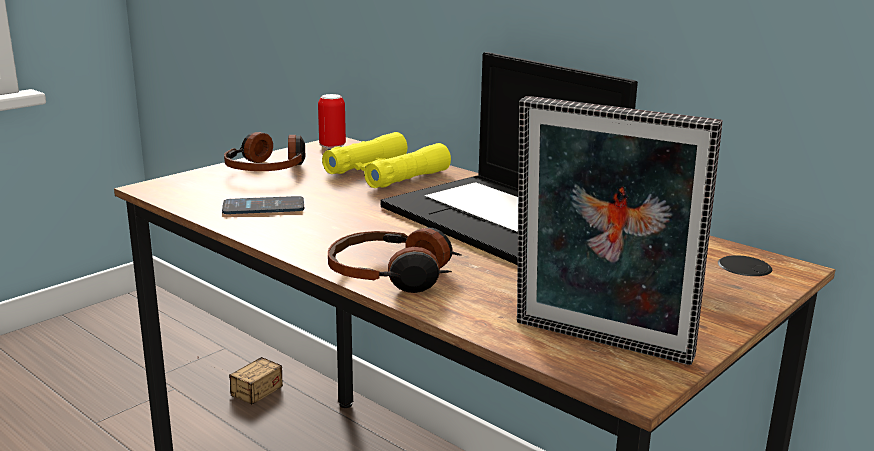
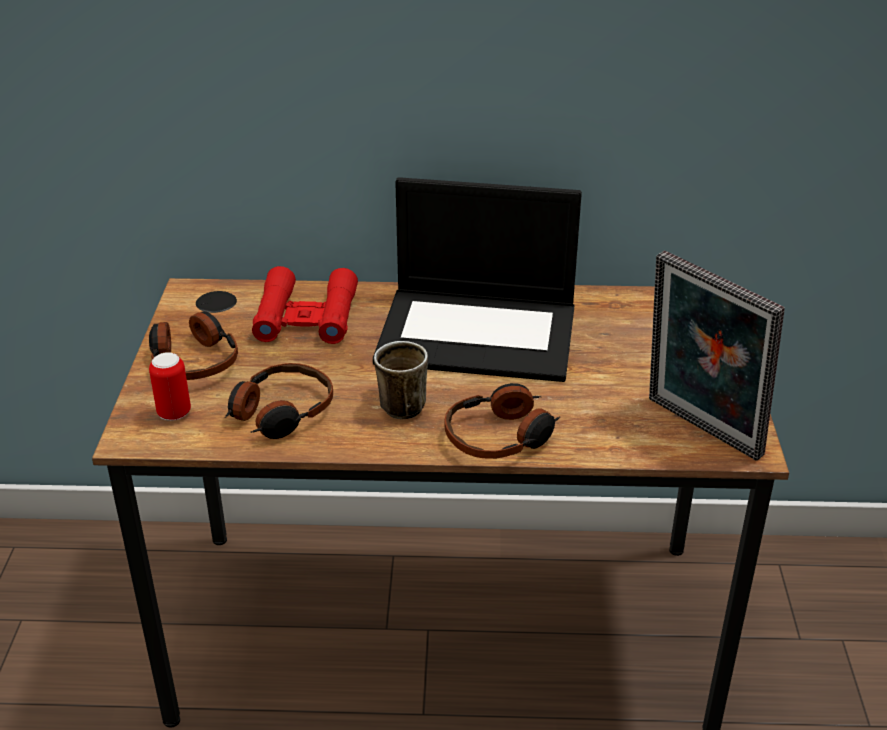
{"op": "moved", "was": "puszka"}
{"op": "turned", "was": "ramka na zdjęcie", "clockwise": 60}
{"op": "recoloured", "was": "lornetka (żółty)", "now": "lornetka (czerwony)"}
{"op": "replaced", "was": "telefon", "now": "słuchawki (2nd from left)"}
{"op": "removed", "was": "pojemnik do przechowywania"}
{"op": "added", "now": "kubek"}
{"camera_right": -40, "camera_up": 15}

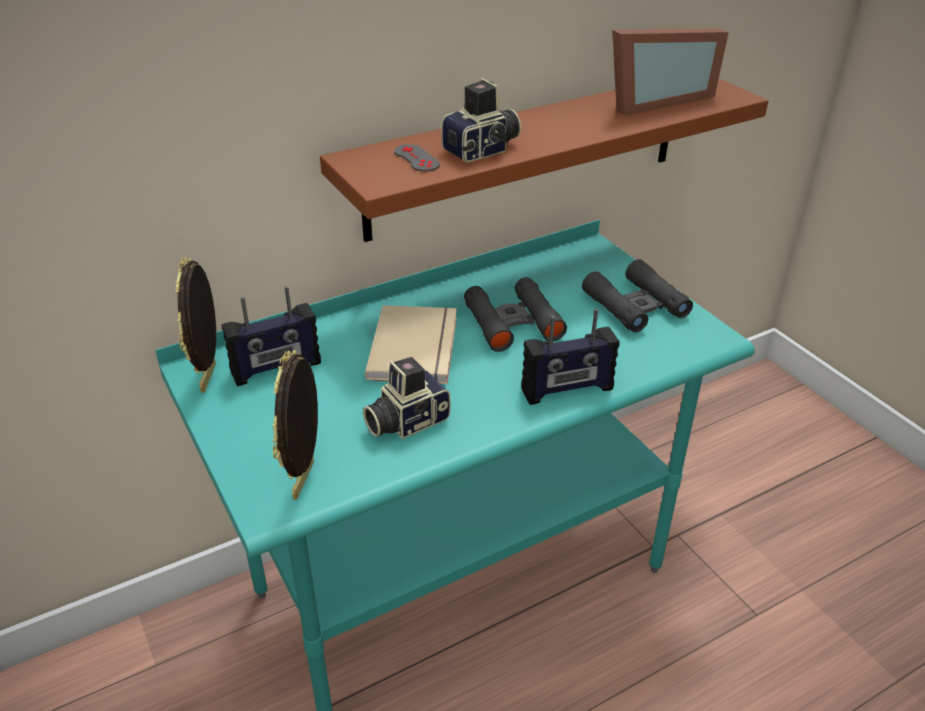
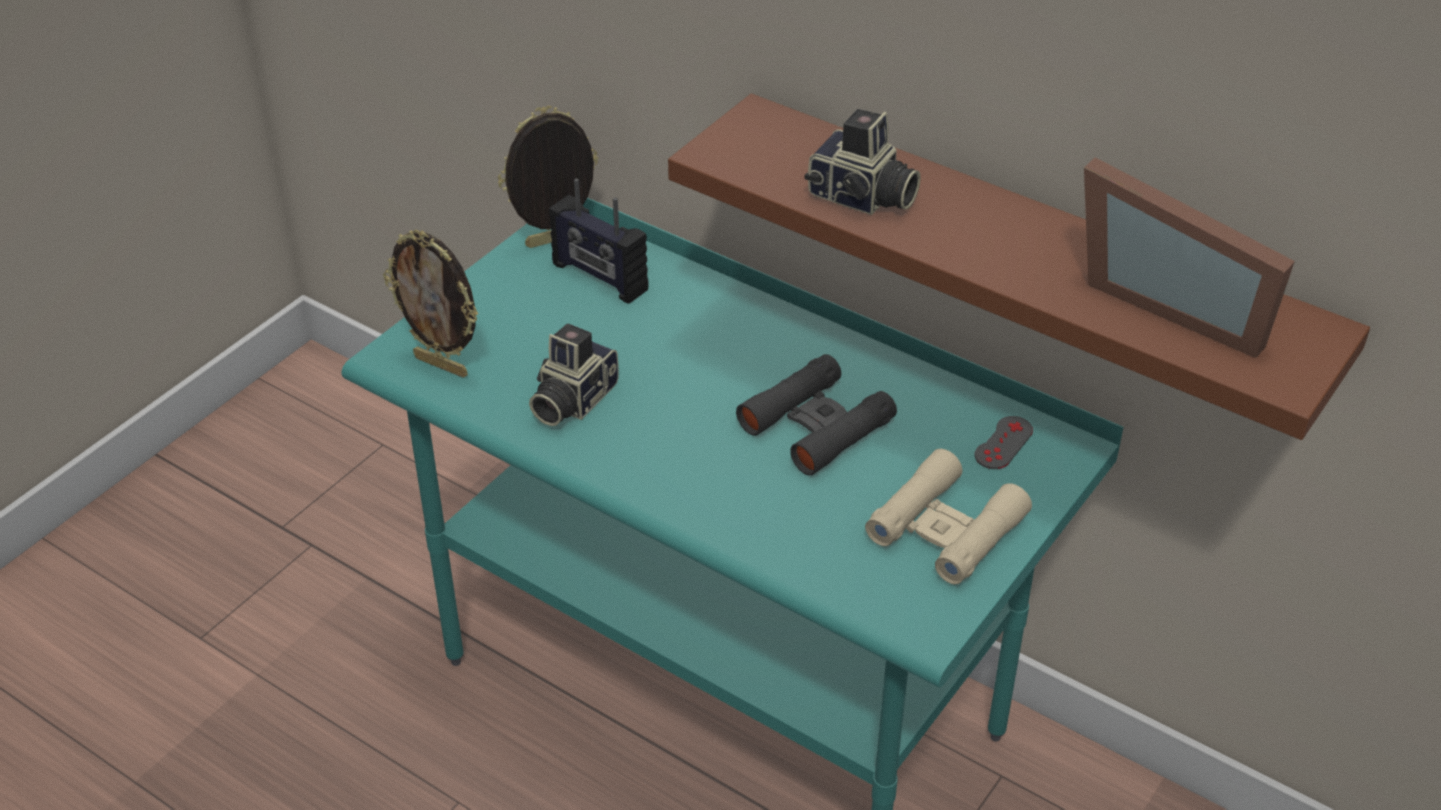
{"op": "moved", "was": "pad do gier (szary)"}
{"op": "recoloured", "was": "lornetka (czarny) (2nd from left)", "now": "lornetka (beżowy)"}
{"op": "removed", "was": "książka (beżowy)"}
{"op": "removed", "was": "radio (2nd from left)"}
{"op": "turned", "was": "ramka na zdjęcie (2nd from left in the first image)", "clockwise": -135}
{"op": "turned", "was": "aparat fotograficzny (1st from left)", "clockwise": -90}
{"camera_right": 65, "camera_up": 5}

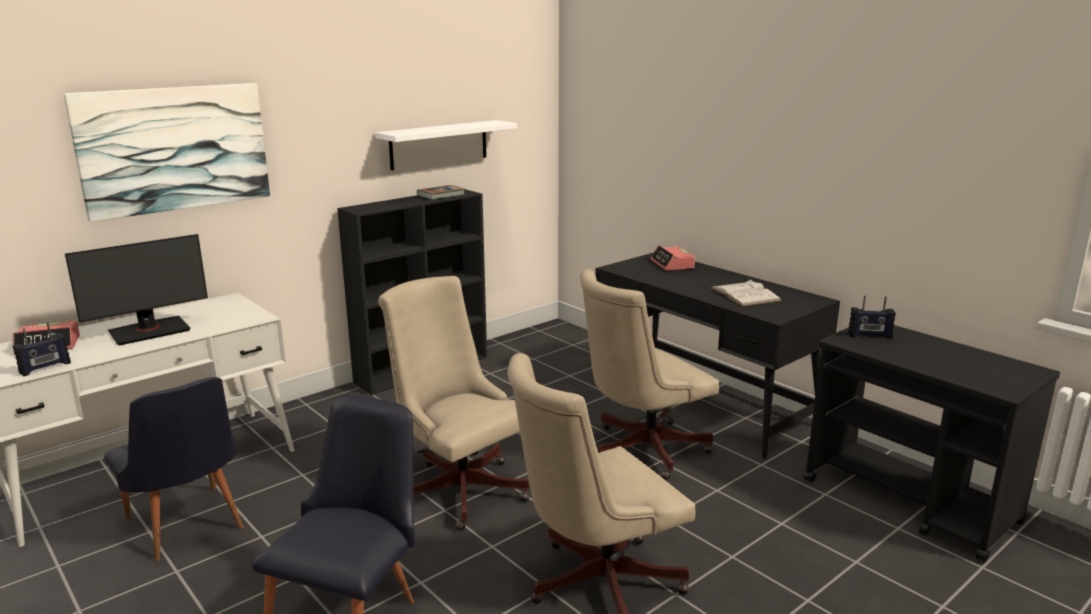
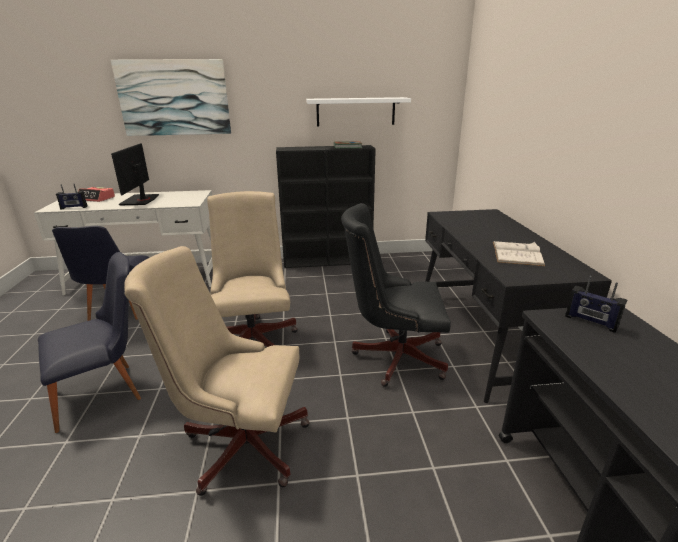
{"op": "turned", "was": "monitor", "clockwise": 90}
{"op": "removed", "was": "budzik (2nd from left)"}
{"op": "recoloured", "was": "krzesło biurowe (beżowy) (3rd from left)", "now": "krzesło biurowe (czarny)"}
{"camera_right": 35, "camera_up": 5}

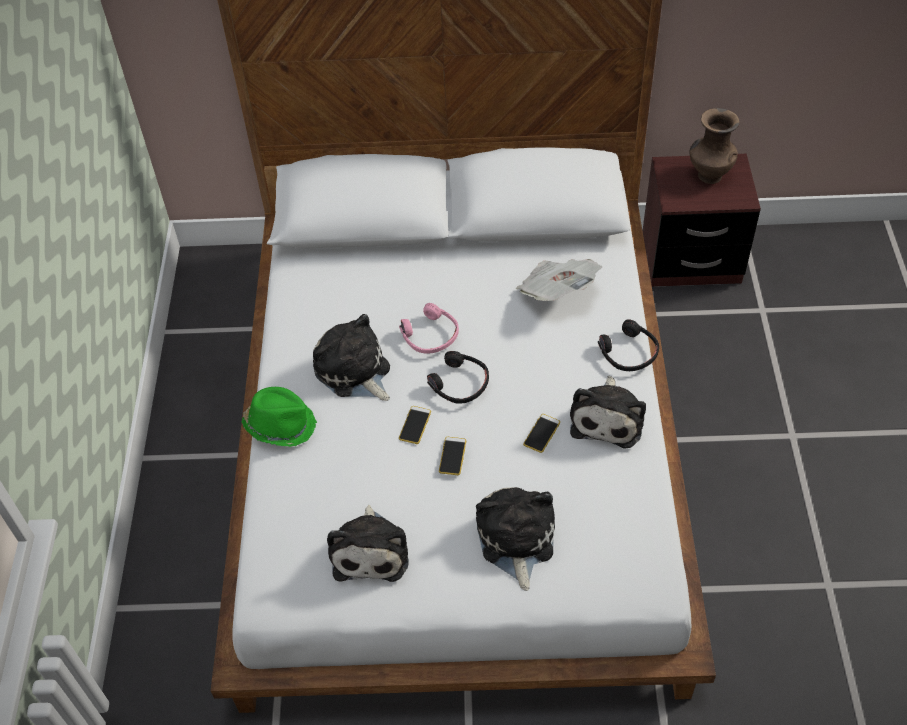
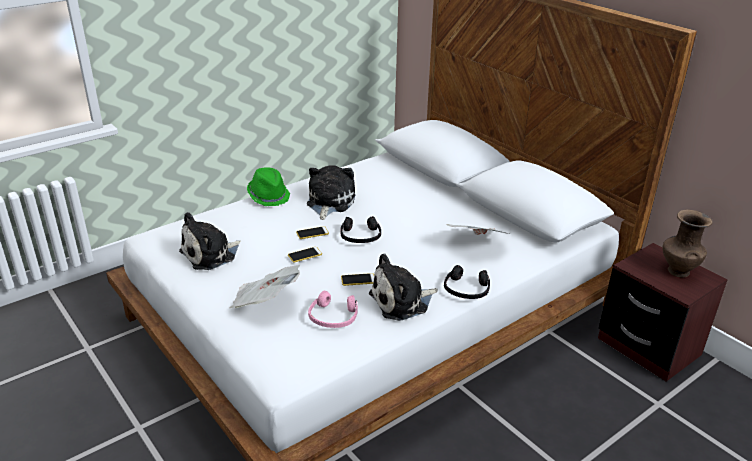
{"op": "moved", "was": "słuchawki (różowy)"}
{"op": "replaced", "was": "pluszak (3rd from left)", "now": "gazeta (1st from left)"}
{"camera_right": 50, "camera_up": -20}

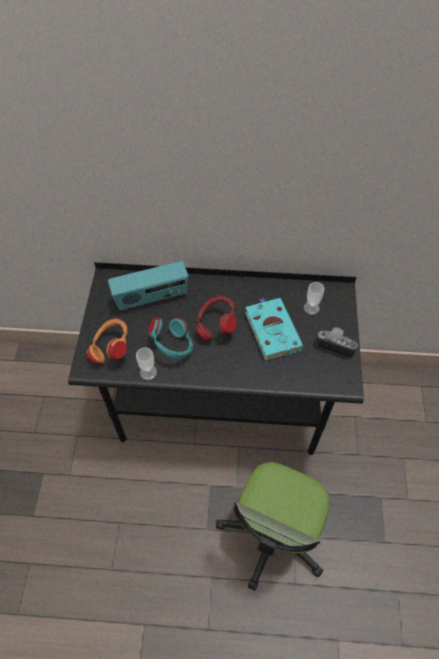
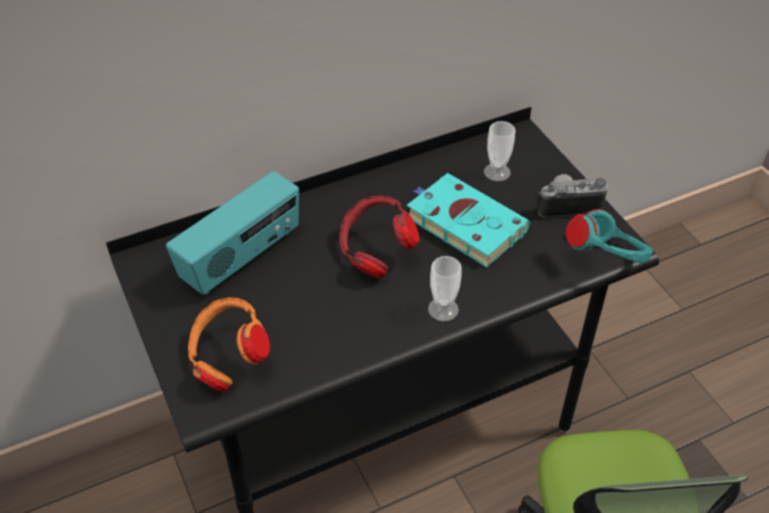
{"op": "moved", "was": "słuchawki (turkusowy)"}
{"op": "moved", "was": "filiżanka (1st from left)"}
{"camera_right": -30, "camera_up": -10}

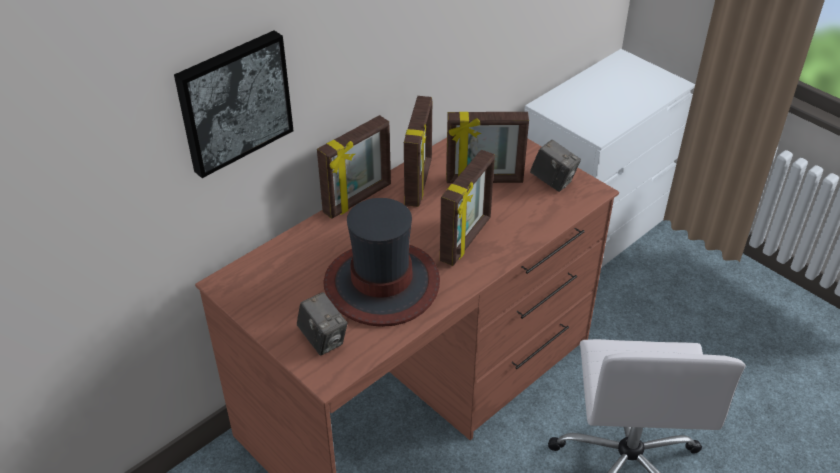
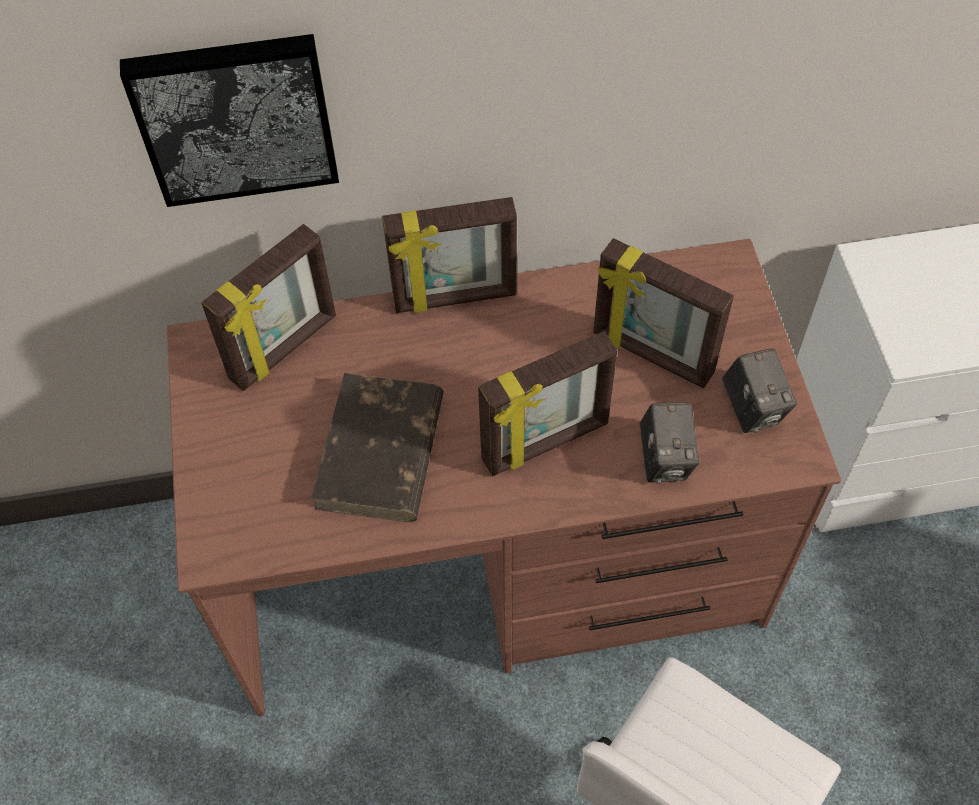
{"op": "moved", "was": "ramka na zdjęcie (2nd from left in the first image)", "now": "ramka na zdjęcie (1st from left)"}
{"op": "replaced", "was": "kapelusz", "now": "książka (brązowy)"}
{"op": "moved", "was": "aparat fotograficzny (1st from left)"}
{"camera_right": 35, "camera_up": 15}

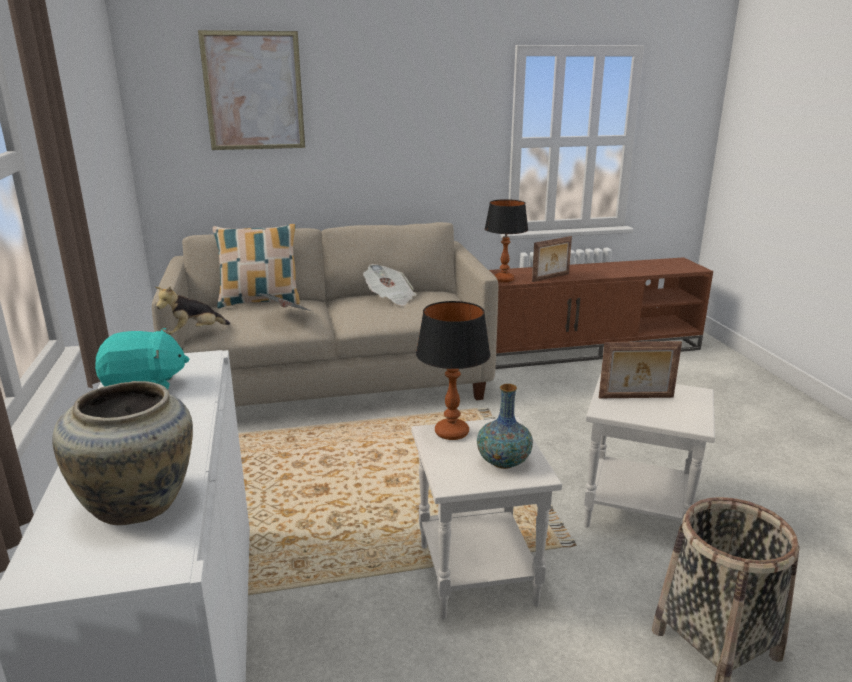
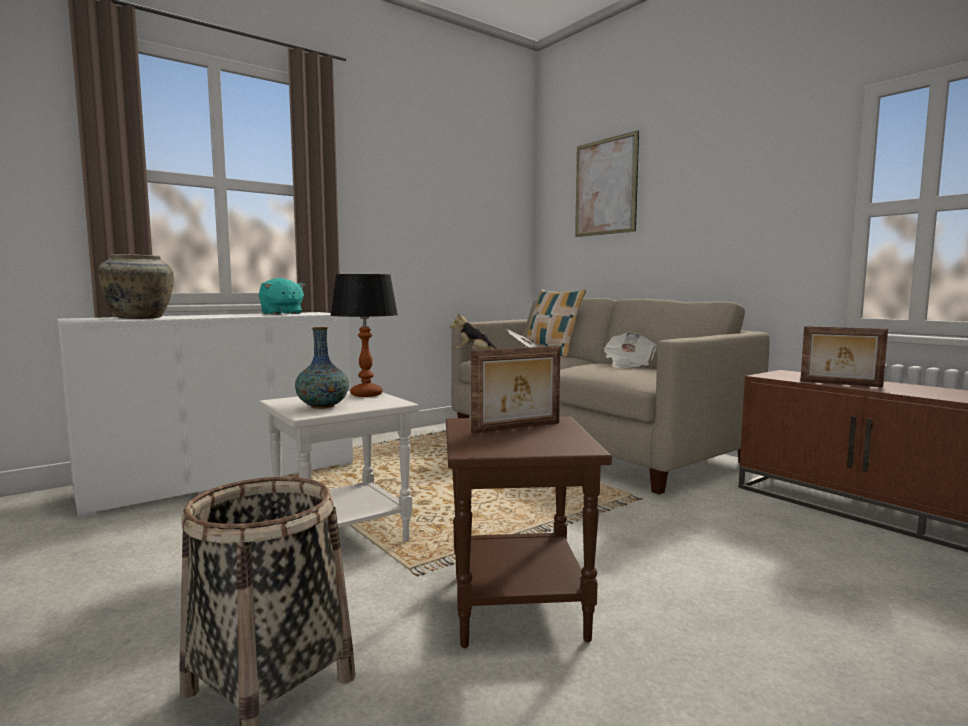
{"op": "removed", "was": "lampa stołowa (2nd from left)"}
{"op": "turned", "was": "ramka na zdjęcie (2nd from left in the first image)", "clockwise": -90}
{"op": "recoloured", "was": "stolik (biały) (2nd from left)", "now": "stolik (brązowy)"}
{"camera_right": 65, "camera_up": -15}

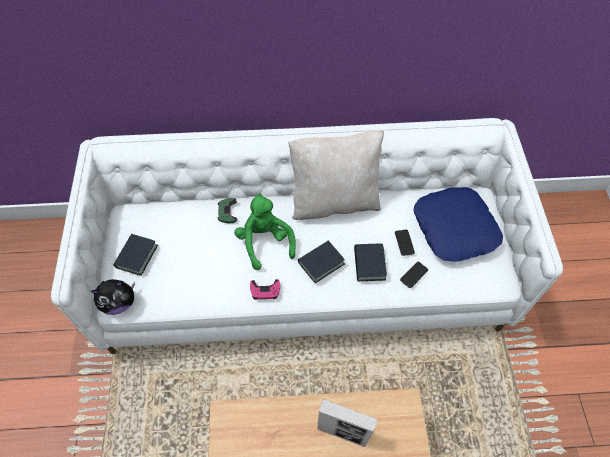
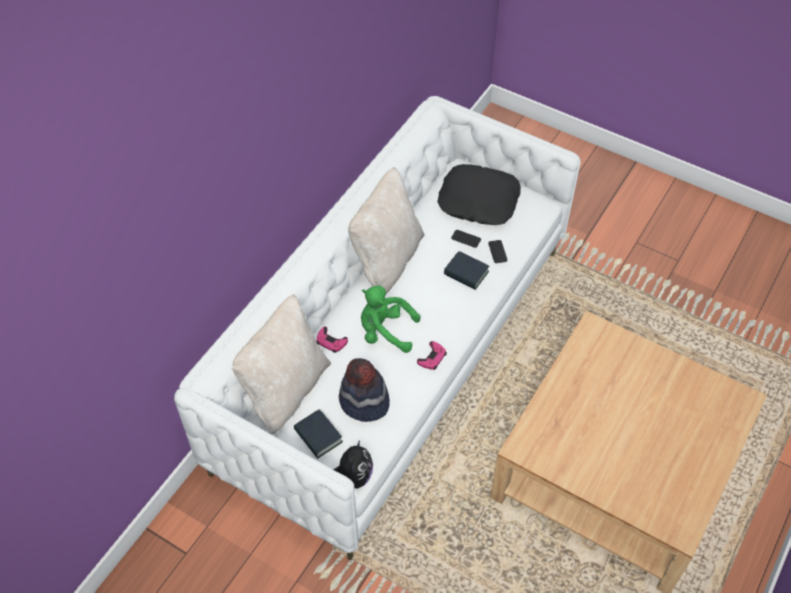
{"op": "recoloured", "was": "poduszka (niebieski)", "now": "poduszka (czarny)"}
{"op": "recoloured", "was": "pad do gier (zielony)", "now": "pad do gier (różowy) (1st from left)"}
{"op": "removed", "was": "książka (2nd from left)"}
{"op": "removed", "was": "ramka na zdjęcie"}
{"op": "added", "now": "poduszka (beżowy) (1st from left)"}
{"op": "added", "now": "kapelusz"}
{"camera_right": -55, "camera_up": -5}

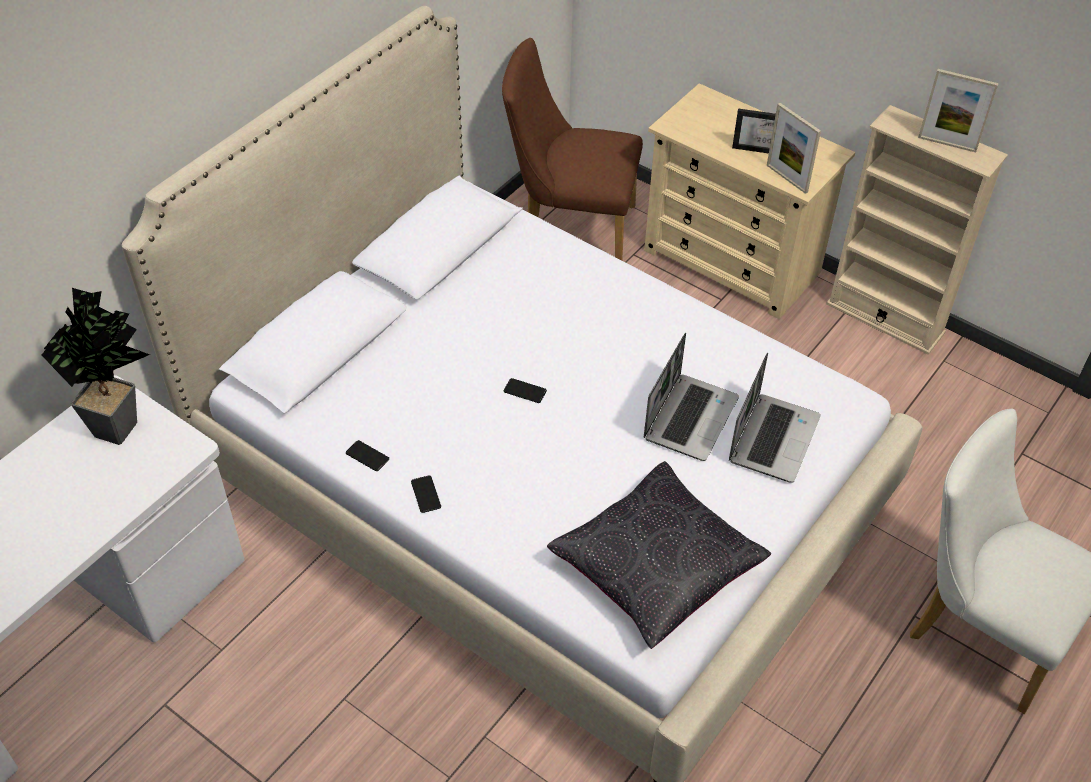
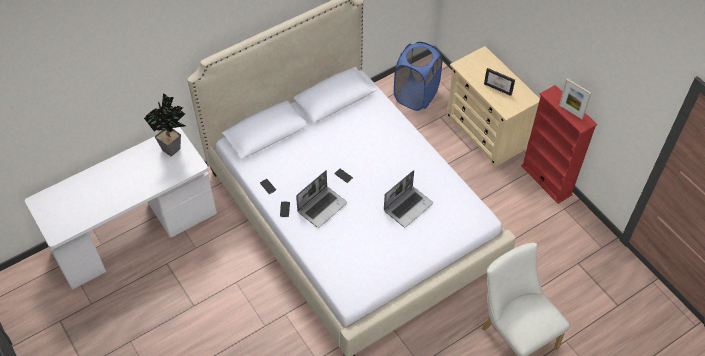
{"op": "replaced", "was": "krzesło (brązowy)", "now": "kosz na pranie (niebieski)"}
{"op": "removed", "was": "ramka na zdjęcie (2nd from left)"}
{"op": "recoloured", "was": "regał (beżowy)", "now": "regał (czerwony)"}
{"op": "moved", "was": "laptop (2nd from left in the first image)", "now": "laptop (1st from left)"}
{"op": "removed", "was": "poduszka (czarny)"}
{"camera_right": 20, "camera_up": 5}

